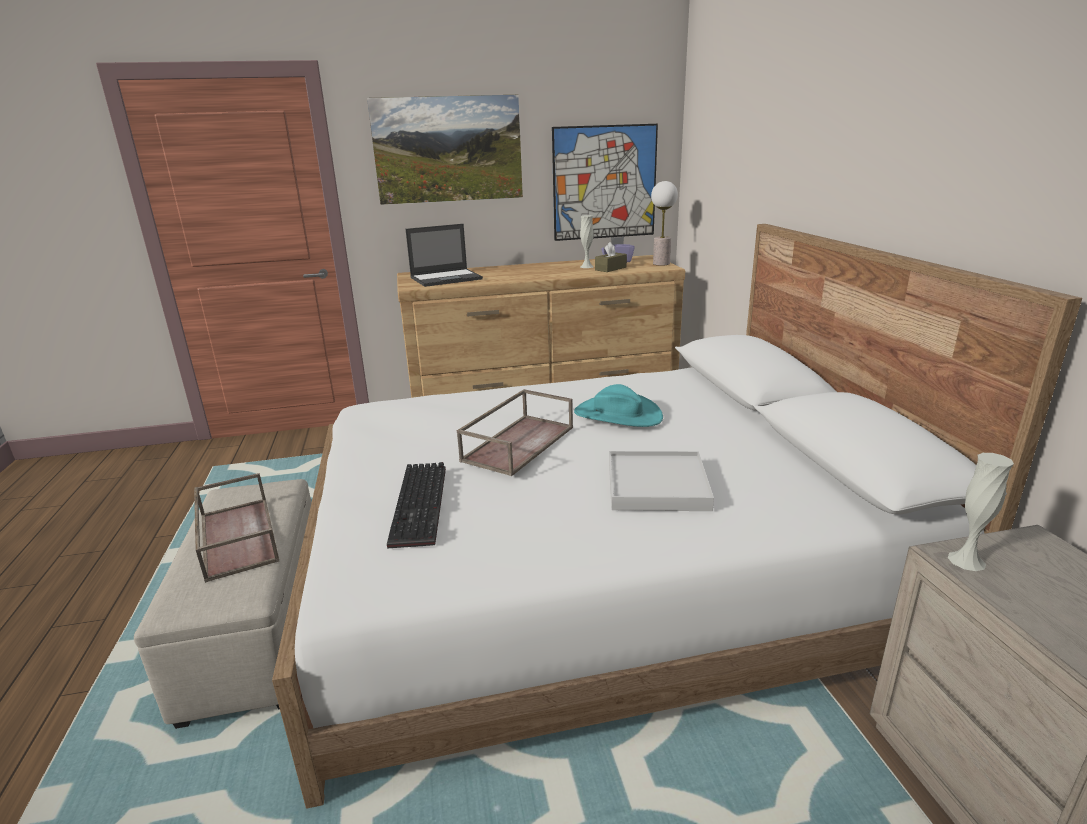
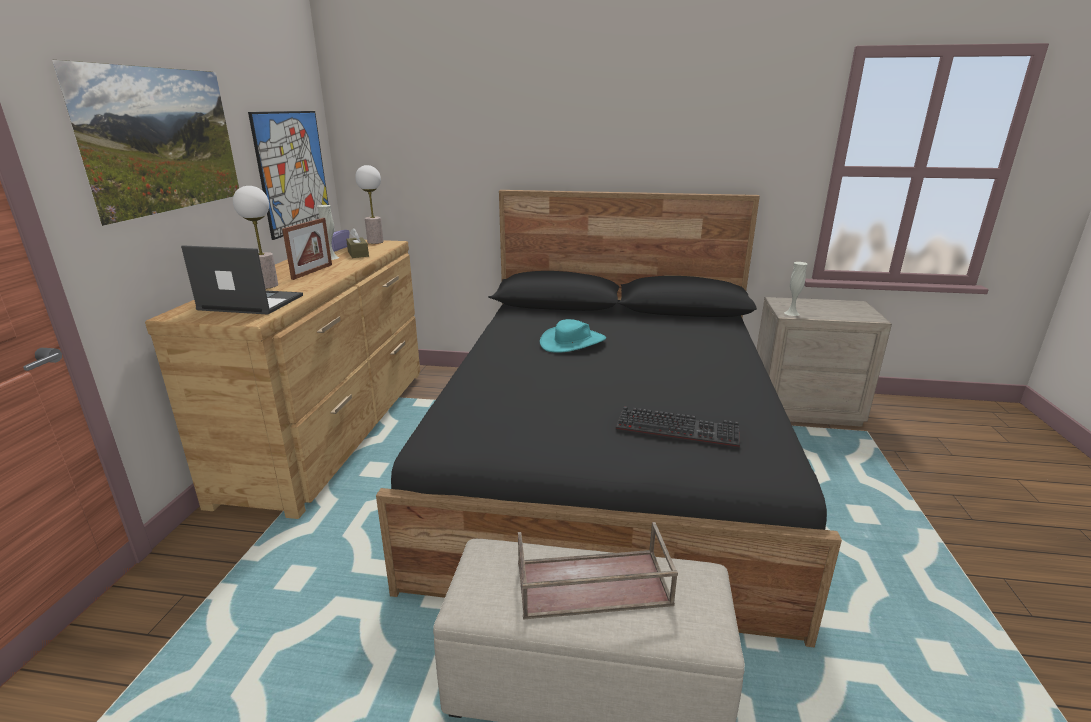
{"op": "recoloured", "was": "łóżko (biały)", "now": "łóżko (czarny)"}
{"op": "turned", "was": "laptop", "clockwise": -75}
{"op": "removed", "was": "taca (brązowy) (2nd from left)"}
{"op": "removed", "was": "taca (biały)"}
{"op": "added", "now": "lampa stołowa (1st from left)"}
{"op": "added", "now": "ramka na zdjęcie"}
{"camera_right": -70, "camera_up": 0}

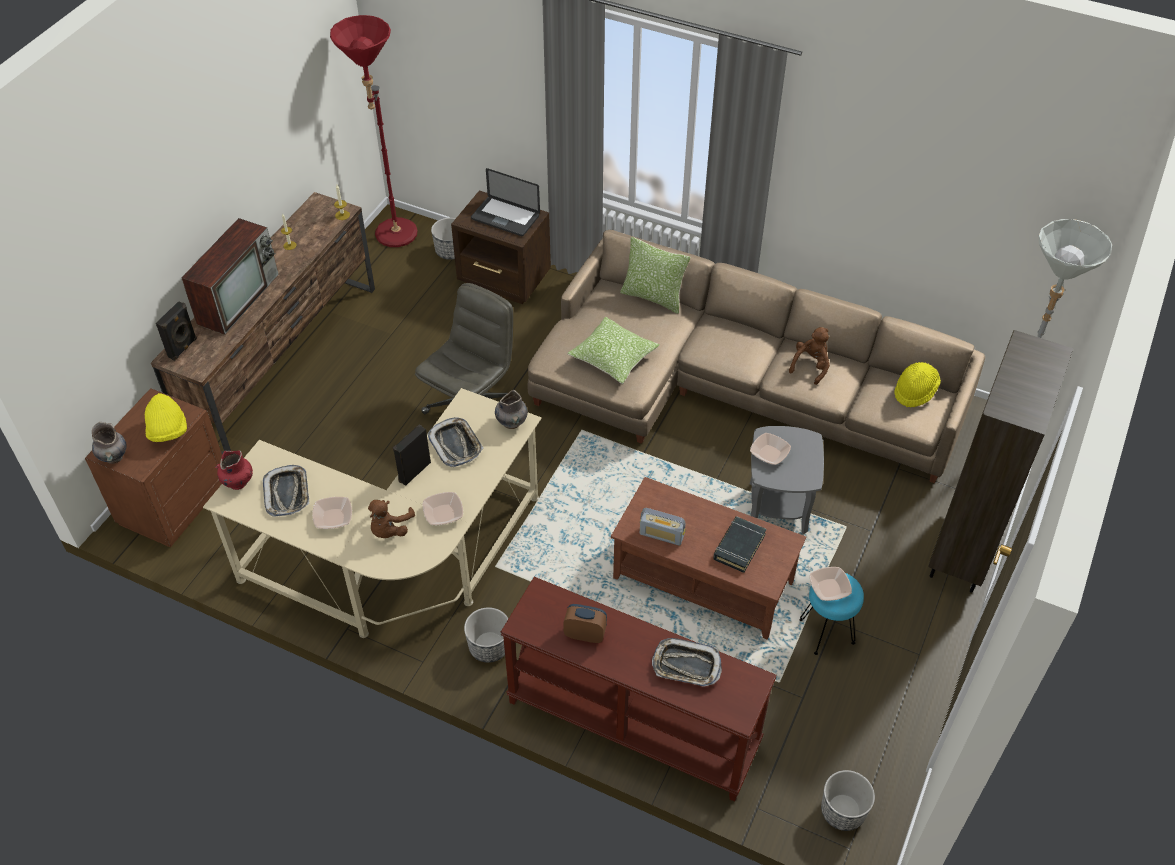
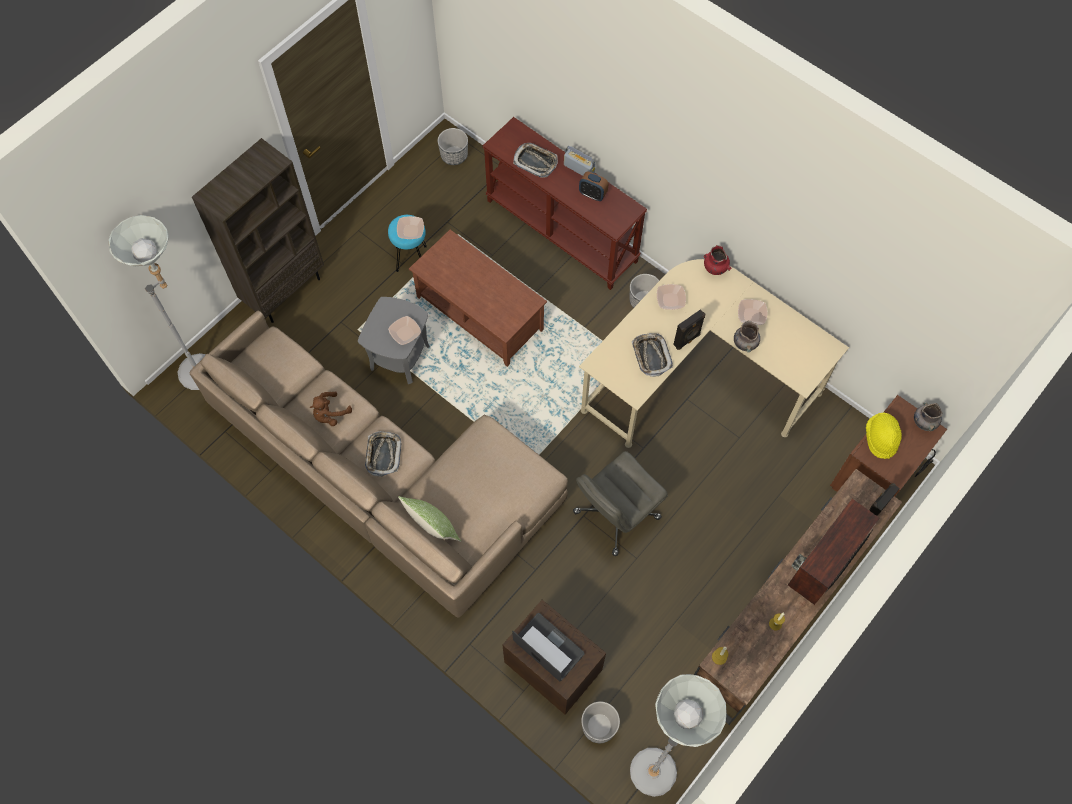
{"op": "recoloured", "was": "lampa stojąca (czerwony)", "now": "lampa stojąca (szary) (2nd from left)"}
{"op": "removed", "was": "poduszka (1st from left)"}
{"op": "removed", "was": "kapelusz (żółty) (2nd from left)"}
{"op": "moved", "was": "wazon (szary) (2nd from left in the first image)", "now": "wazon (szary) (1st from left)"}
{"op": "moved", "was": "wazon (czerwony)"}
{"op": "moved", "was": "taca (1st from left)"}
{"op": "removed", "was": "pluszak (brązowy) (1st from left)"}
{"op": "moved", "was": "radio"}
{"op": "removed", "was": "książka (czarny)"}
{"camera_right": -165, "camera_up": 15}

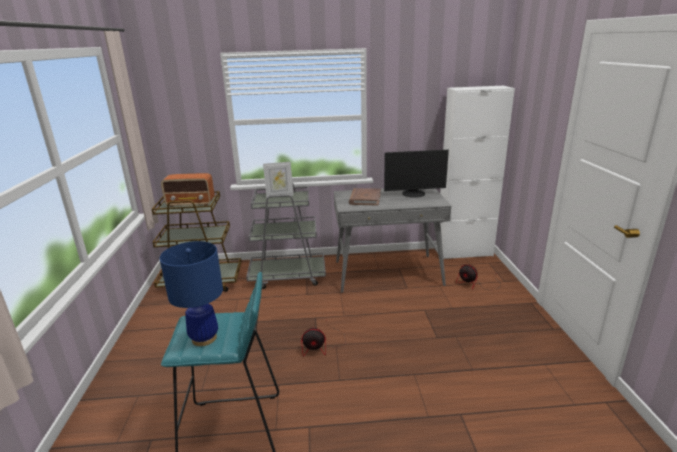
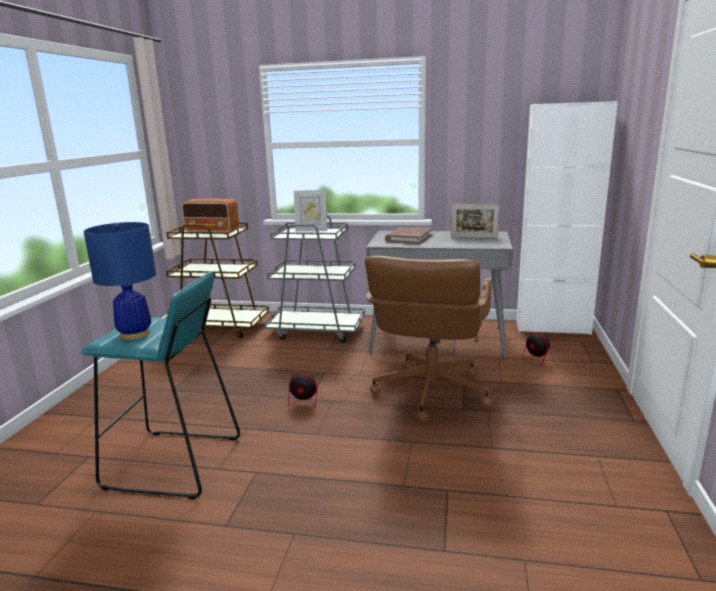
{"op": "replaced", "was": "monitor", "now": "ramka na zdjęcie (2nd from left)"}
{"op": "added", "now": "krzesło biurowe (brązowy)"}
{"camera_right": 15, "camera_up": -5}

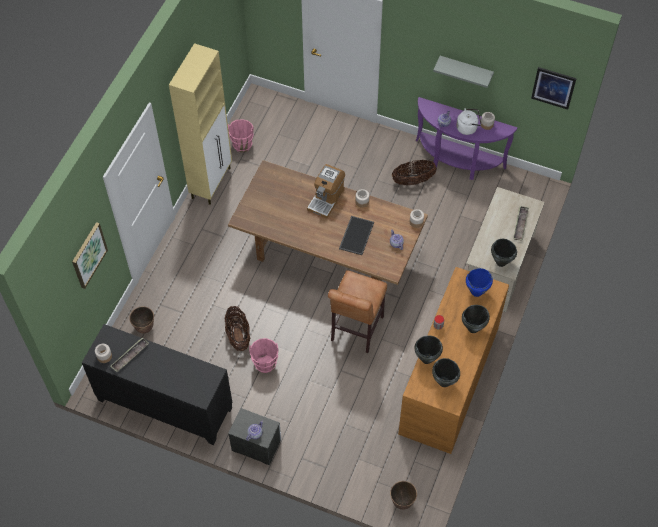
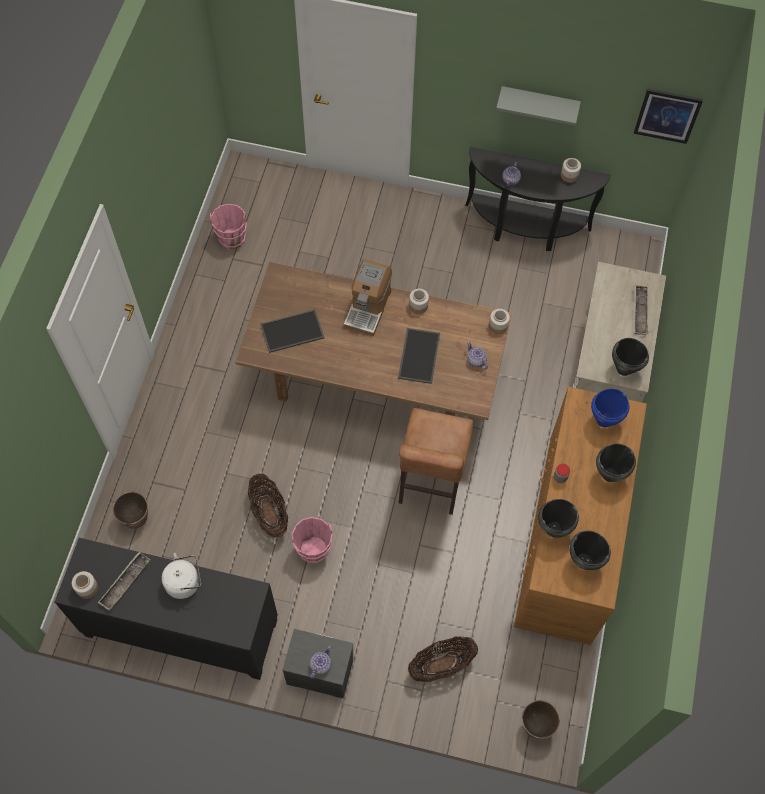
{"op": "removed", "was": "szafka (beżowy)"}
{"op": "recoloured", "was": "stolik konsolowy (fioletowy)", "now": "stolik konsolowy (czarny)"}
{"op": "moved", "was": "czajnik (biały)"}
{"op": "moved", "was": "koszyk (2nd from left)"}
{"op": "removed", "was": "obraz (1st from left)"}
{"op": "added", "now": "taca (2nd from left)"}
{"camera_right": -10, "camera_up": 5}

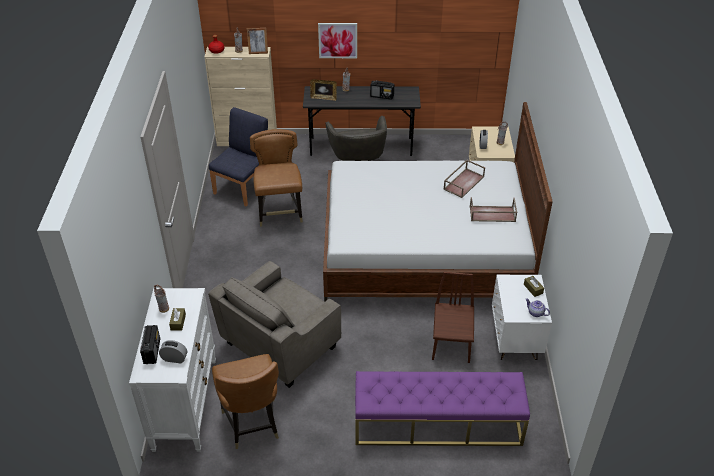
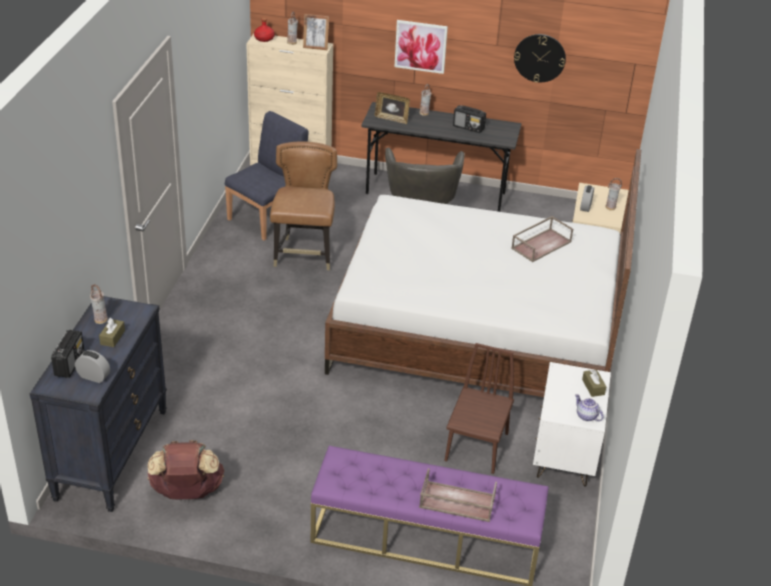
{"op": "moved", "was": "taca (brązowy) (2nd from left in the first image)", "now": "taca (brązowy) (1st from left)"}
{"op": "removed", "was": "fotel (szary)"}
{"op": "recoloured", "was": "komoda (biały)", "now": "komoda (czarny)"}
{"op": "replaced", "was": "krzesło (brązowy) (1st from left)", "now": "plecak (brązowy)"}
{"op": "added", "now": "zegar ścienny"}
{"camera_right": 10, "camera_up": -5}

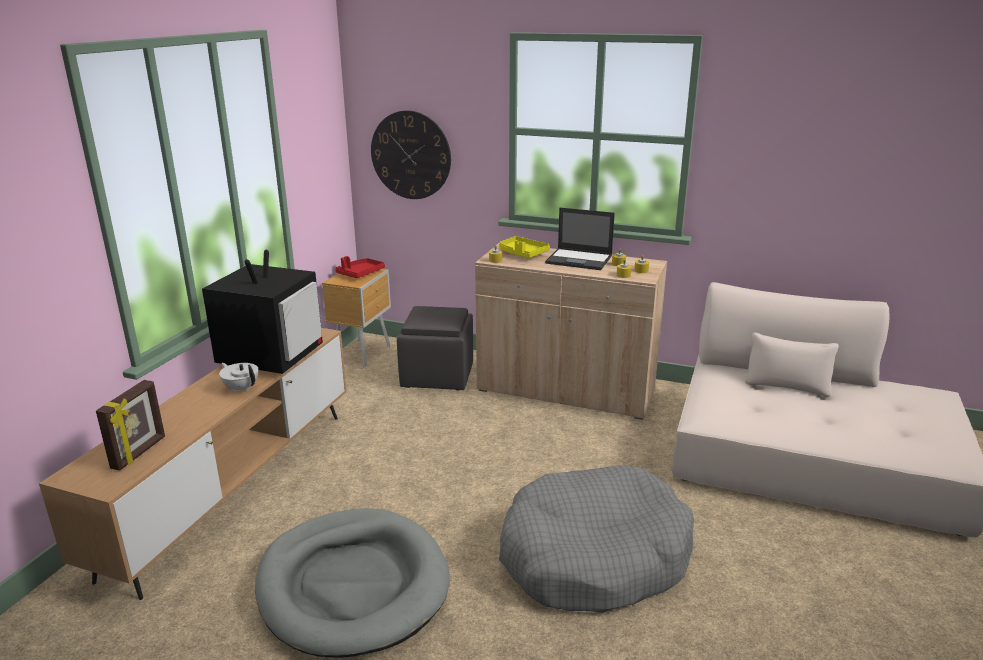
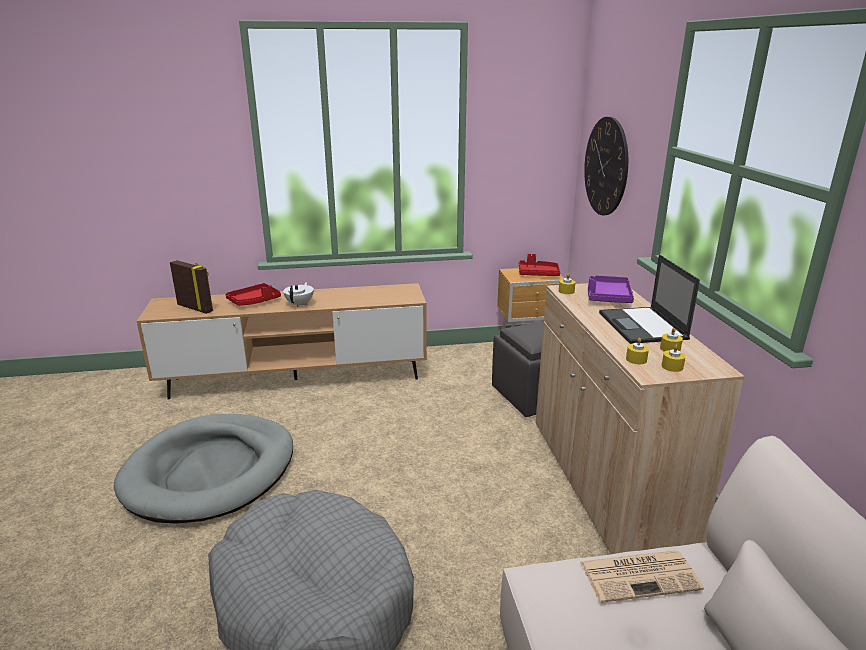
{"op": "recoloured", "was": "taca (żółty)", "now": "taca (fioletowy)"}
{"op": "removed", "was": "telewizor"}
{"op": "turned", "was": "ramka na zdjęcie", "clockwise": -135}
{"op": "added", "now": "taca (czerwony) (1st from left)"}
{"op": "added", "now": "gazeta"}
{"camera_right": 60, "camera_up": 0}

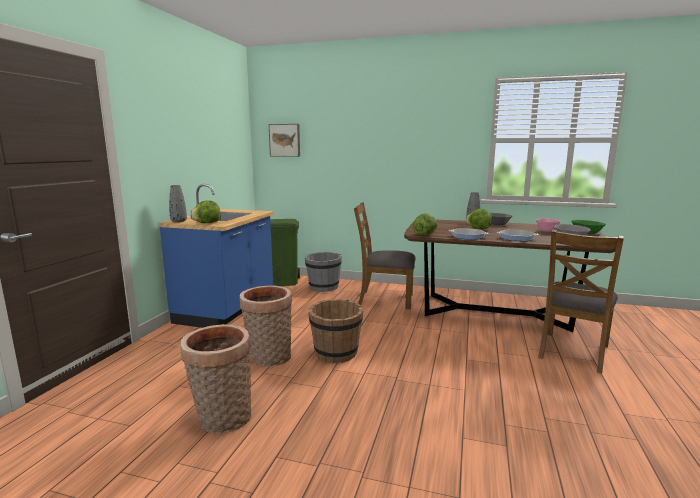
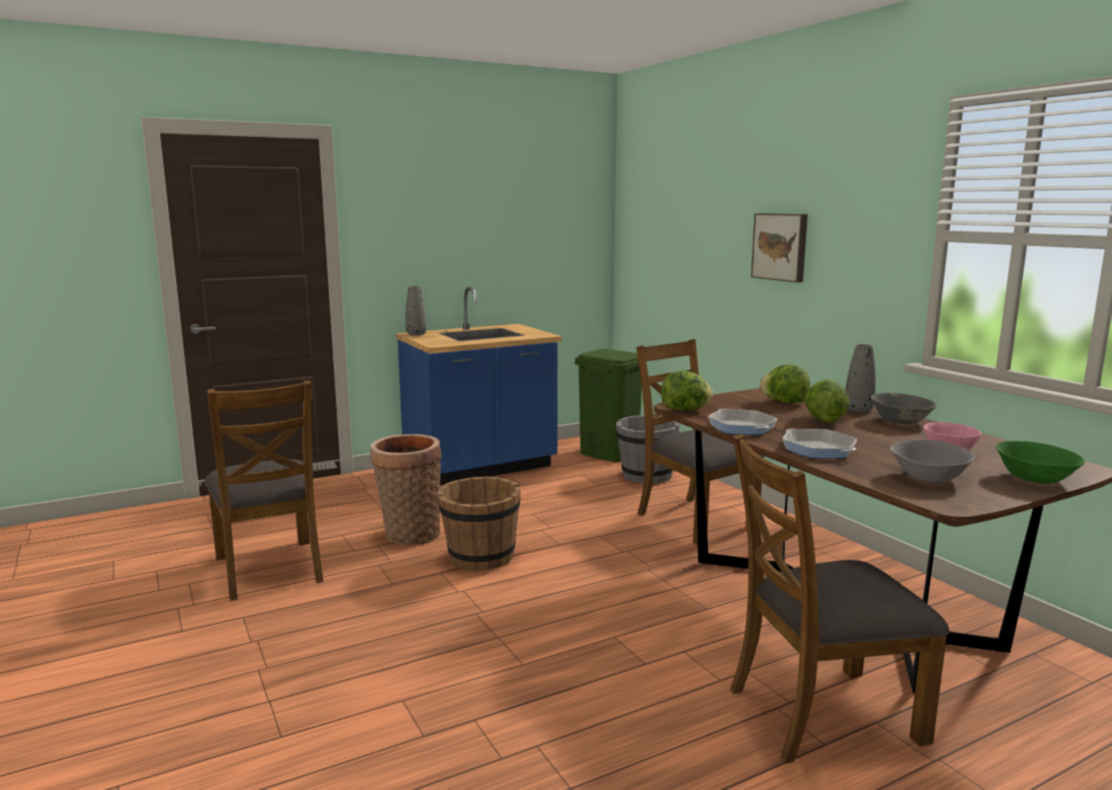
{"op": "moved", "was": "obraz"}
{"op": "moved", "was": "sałata (1st from left in the first image)", "now": "sałata (2nd from left)"}
{"op": "replaced", "was": "koszyk (1st from left)", "now": "krzesło (brązowy) (1st from left)"}
{"camera_right": 45, "camera_up": 0}

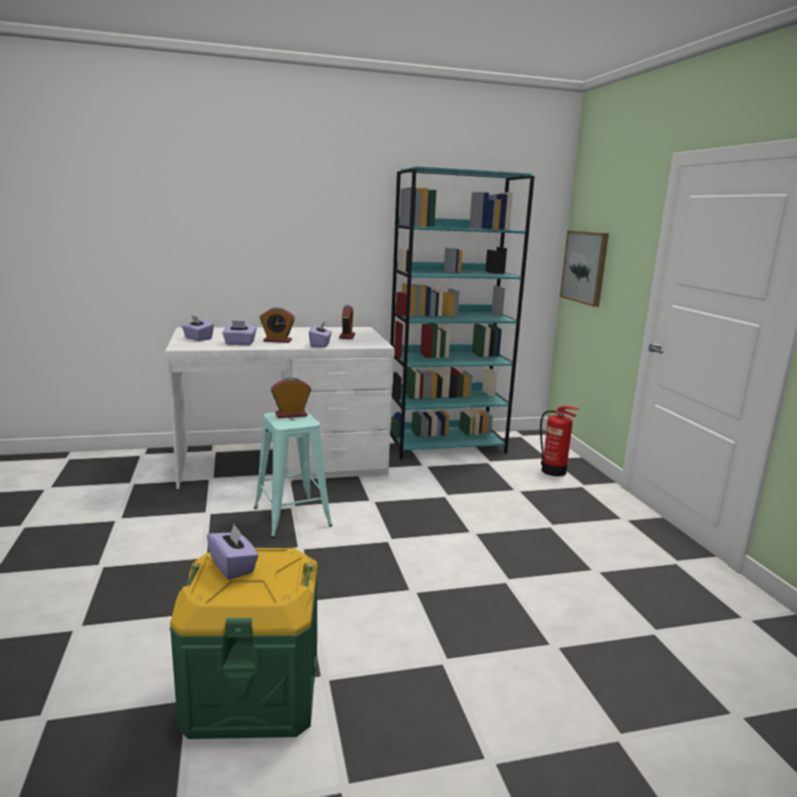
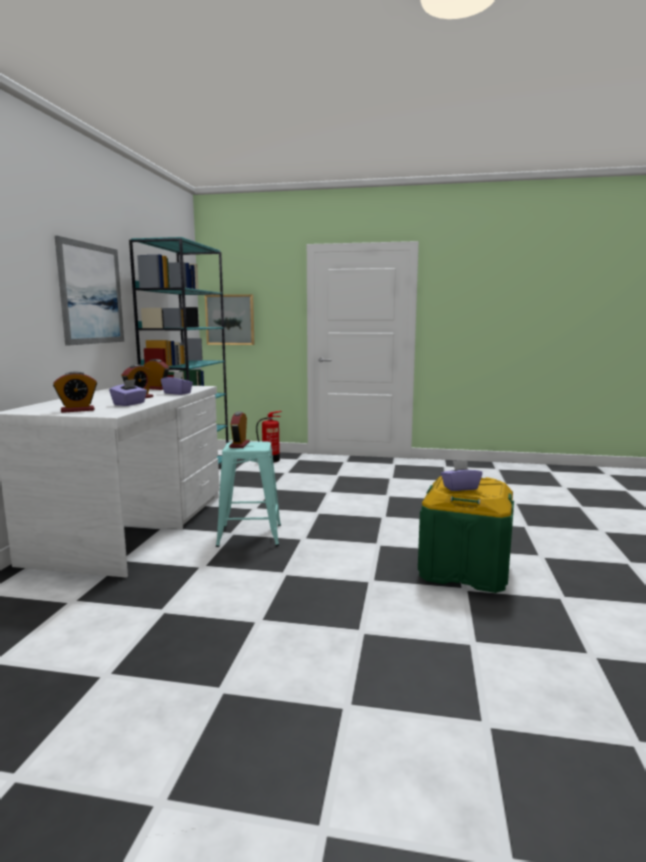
{"op": "replaced", "was": "pudełko chusteczek (fioletowy) (1st from left)", "now": "budzik (1st from left)"}
{"op": "added", "now": "obraz (1st from left)"}
{"camera_right": -65, "camera_up": -5}

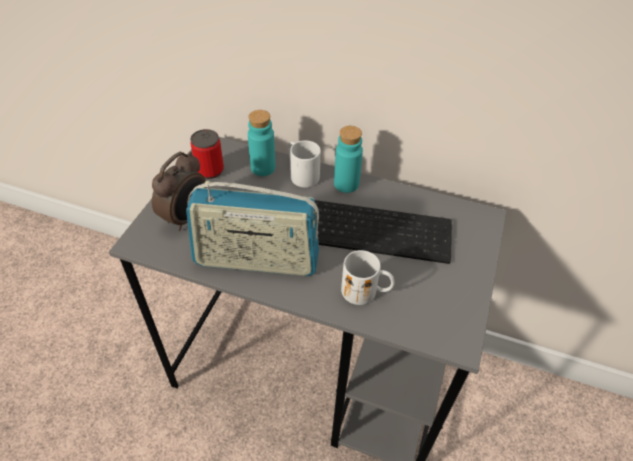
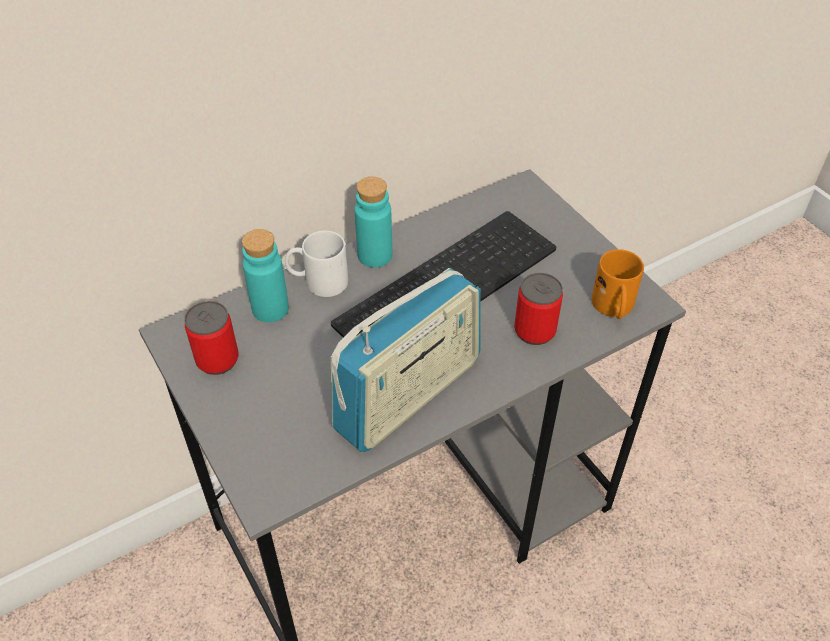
{"op": "removed", "was": "budzik"}
{"op": "replaced", "was": "kubek (biały) (2nd from left)", "now": "puszka (2nd from left)"}
{"op": "added", "now": "kubek (pomarańczowy)"}
{"camera_right": -50, "camera_up": 0}

